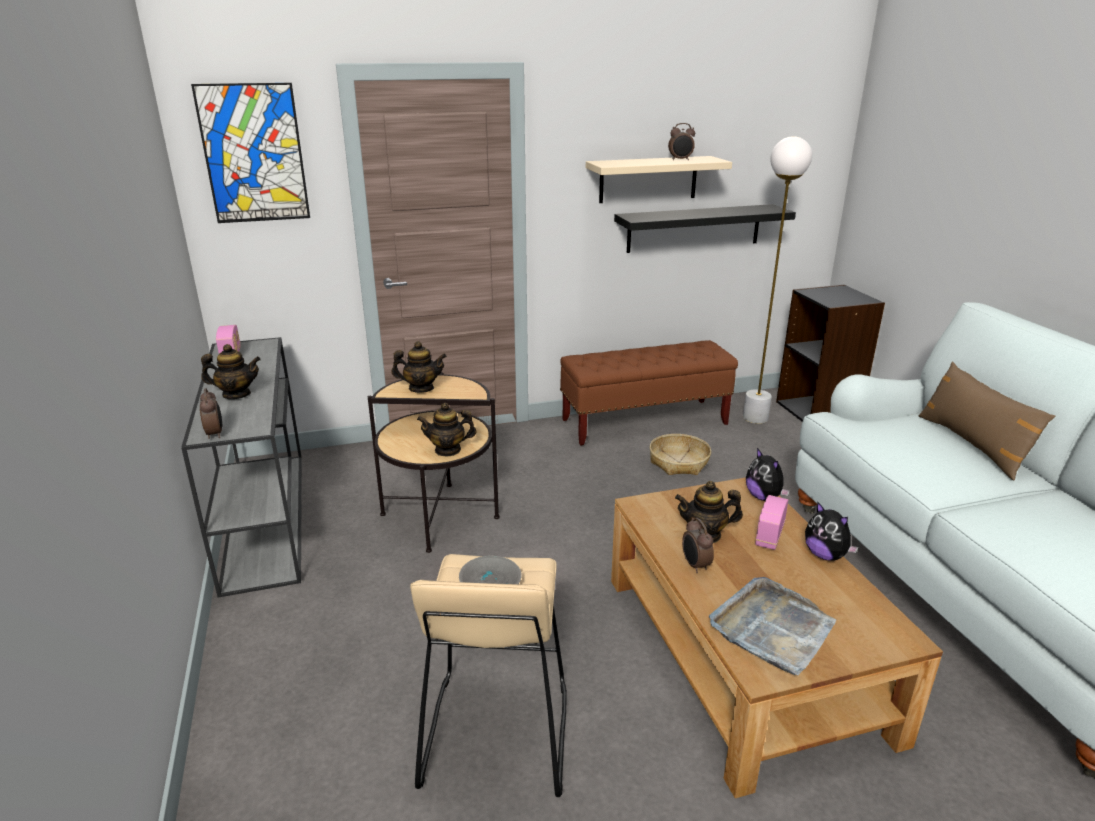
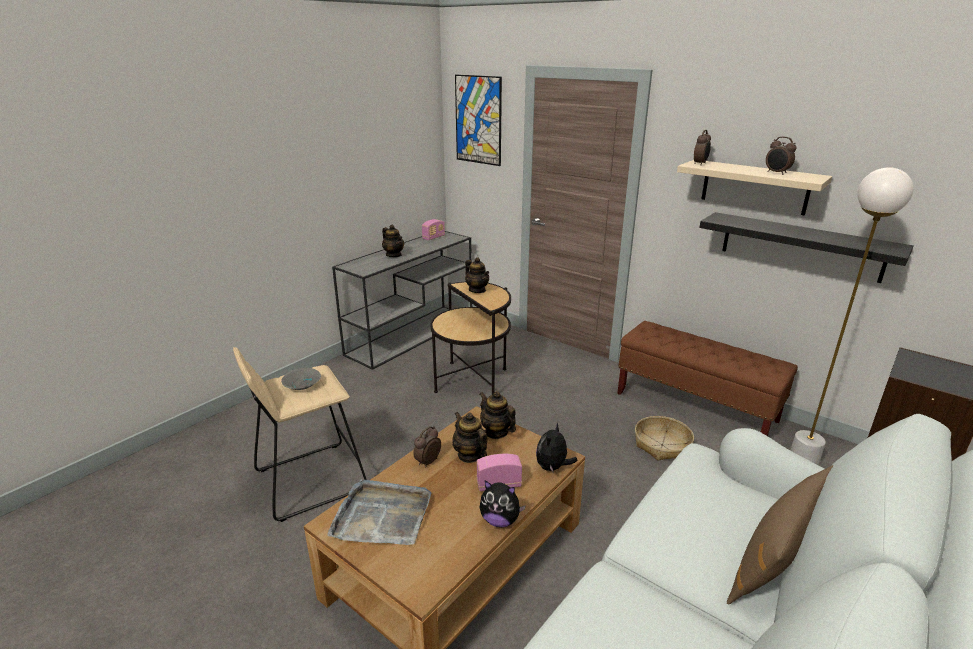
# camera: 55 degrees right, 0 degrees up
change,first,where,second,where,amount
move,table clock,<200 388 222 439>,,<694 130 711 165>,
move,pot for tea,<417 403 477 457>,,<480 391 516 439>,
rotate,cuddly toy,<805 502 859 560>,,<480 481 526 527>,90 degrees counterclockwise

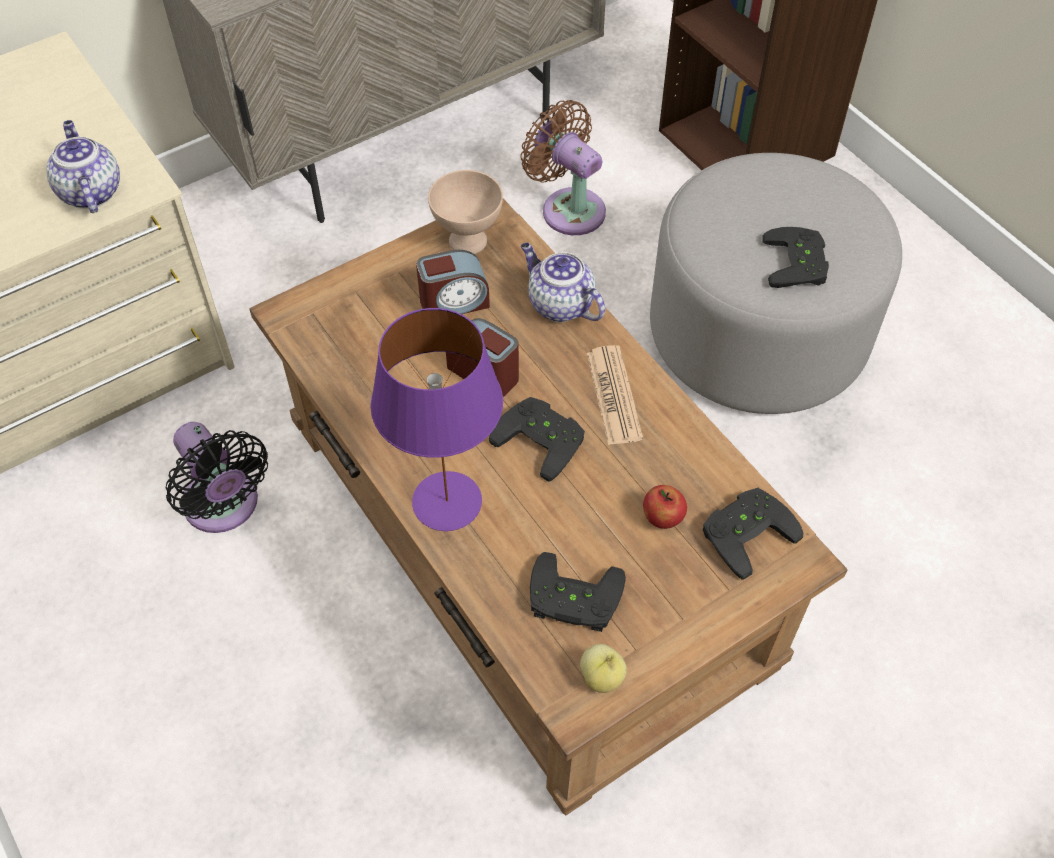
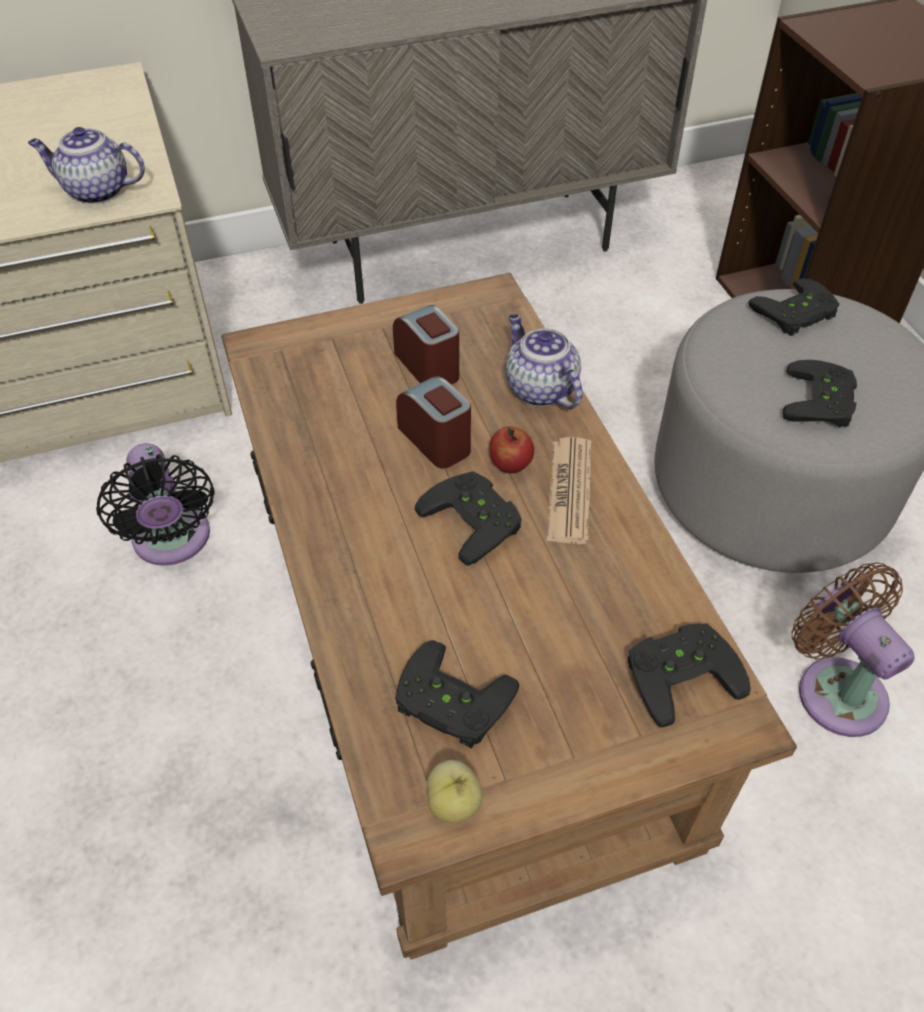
# camera: 15 degrees right, 5 degrees down
change,first,where,second,where,amount
rotate,pot for tea,<46 120 120 213>,,<28 127 145 204>,75 degrees counterclockwise
delete,purple-coloured tabletop lamp,<371 308 503 531>,,,
rotate,table clock,<416 250 490 314>,,<393 305 459 385>,120 degrees counterclockwise
delete,beige serving bowl,<428 170 503 254>,,,
move,brown electric fan,<520 100 606 235>,,<791 562 915 737>,
move,apple fruit,<643 485 687 529>,,<489 426 534 474>,
insert,,,black-coloured joypad,<748 278 840 336>,

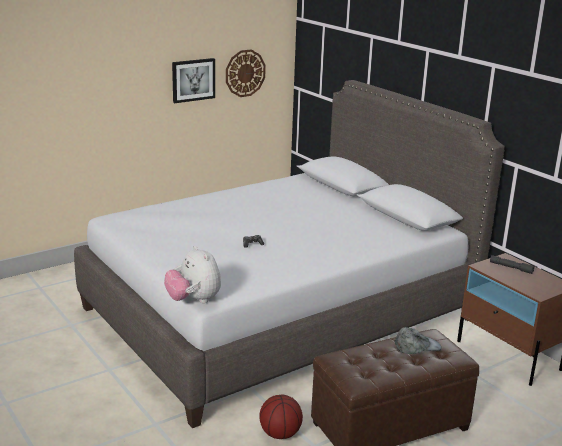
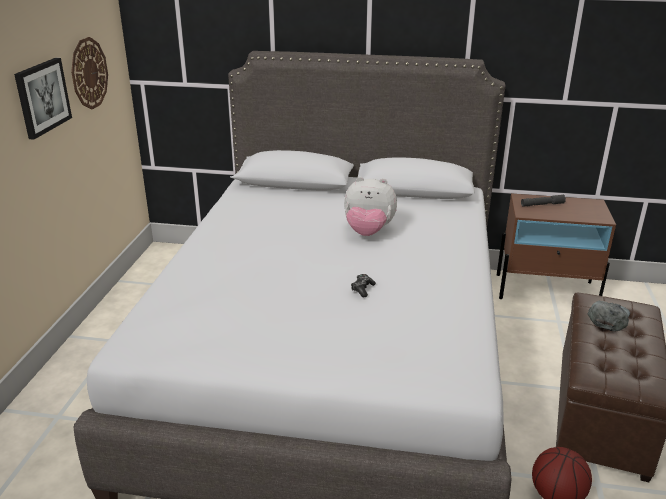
# camera: 45 degrees left, 5 degrees up
change,first,where,second,where,amount
move,cuddly toy,<164 246 221 303>,,<344 176 397 236>,

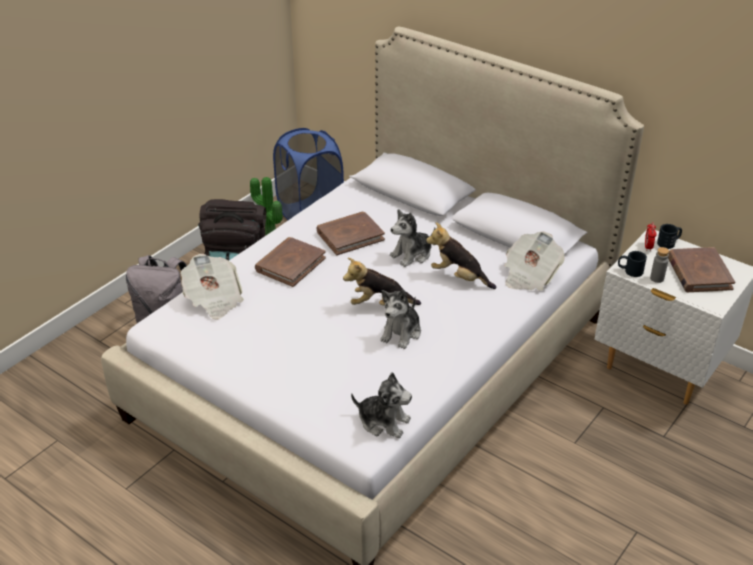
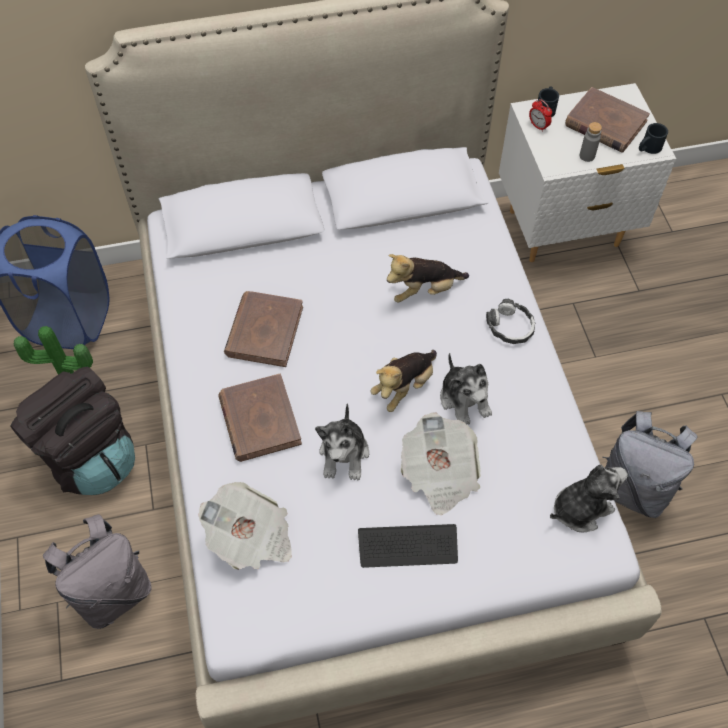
# camera: 50 degrees left, 20 degrees up
change,first,where,second,where,amount
move,cuddly toy,<390 209 435 267>,,<315 403 369 480>,
move,printed paper,<504 232 565 291>,,<400 412 481 515>,
move,black-coloured coffee mug,<618 251 647 277>,,<639 123 668 154>,
insert,,,PC keyboard,<358 524 458 568>,
insert,,,headphones,<486 299 535 344>,
insert,,,grey rucksack,<602 411 698 518>,

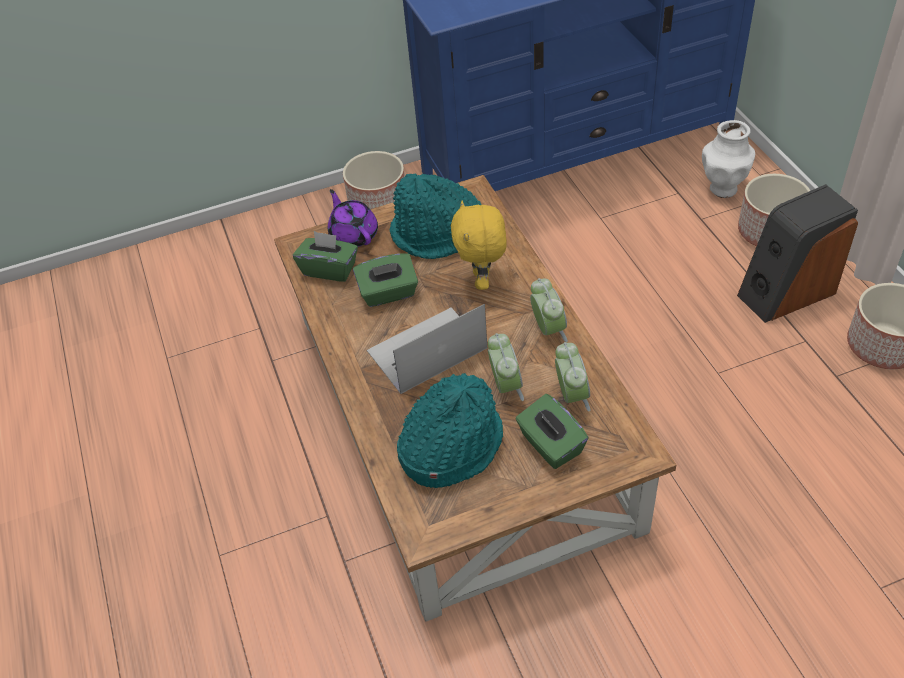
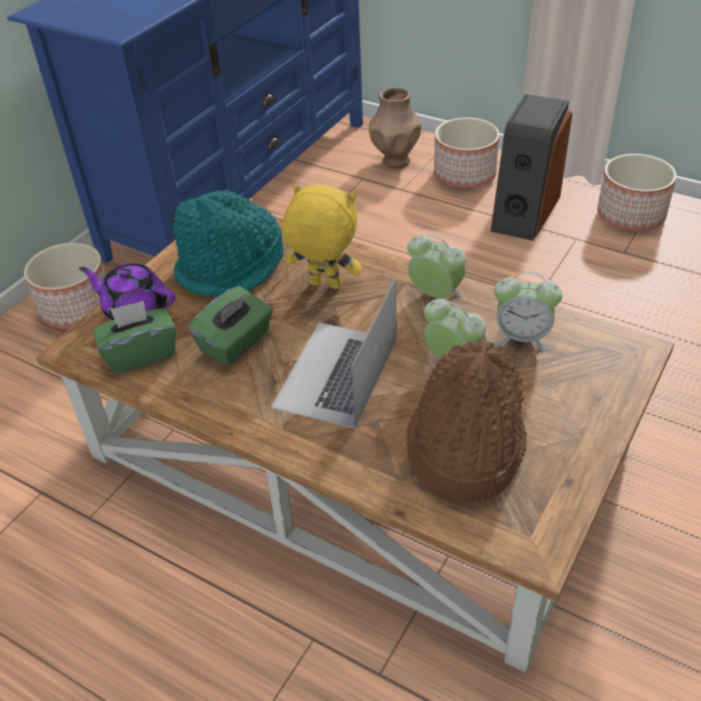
# camera: 40 degrees left, 5 degrees down
change,first,where,second,where,amount
recolor,blue-green clothing hat,<397 373 503 488>,brown clothing hat,<406 338 527 501>,
rotate,yellowish cuddly toy,<451 201 507 290>,,<282 184 362 289>,150 degrees clockwise
delete,greenish tissue holder,<515 394 588 469>,,,
rotate,table clock,<555 342 590 412>,,<494 271 563 351>,150 degrees clockwise
recolor,whitish flower vase,<702 120 755 198>,brown flower vase,<369 87 421 168>,

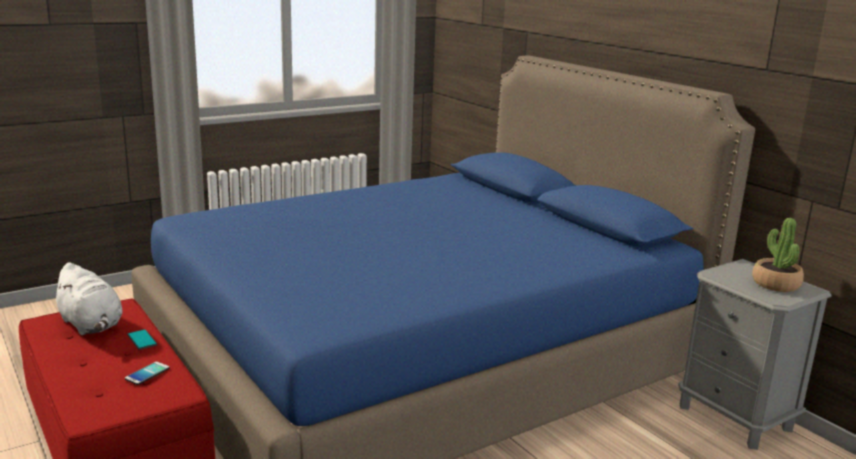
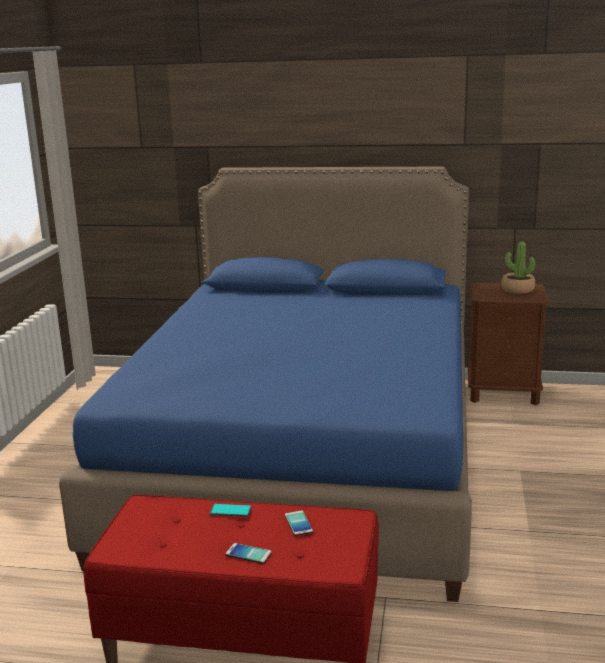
# camera: 45 degrees left, 0 degrees up
change,first,where,second,where,amount
delete,whitish cuddly toy,<51 262 122 335>,,,
recolor,grey night table,<678 259 832 450>,brown night table,<468 283 549 405>,
insert,,,telephone,<225 543 272 564>,

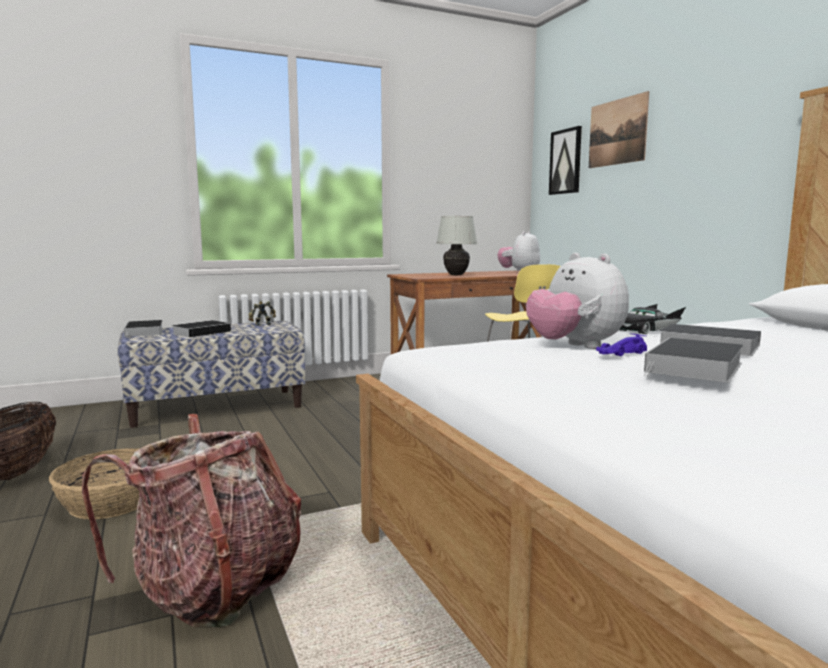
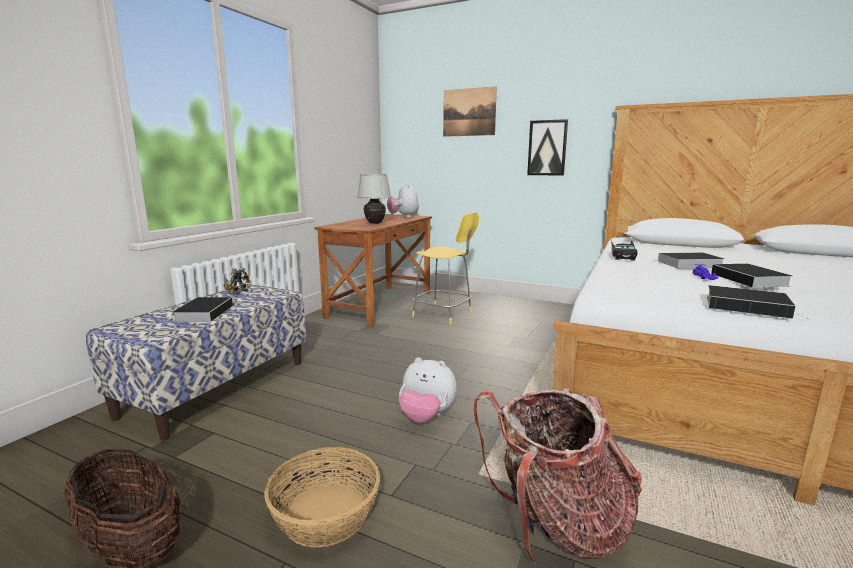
# camera: 40 degrees left, 5 degrees up
change,first,where,second,where,amount
move,volume,<124 320 163 338>,,<707 285 810 320>,
move,cuddly toy,<526 253 629 349>,,<399 357 457 423>,
move,picture,<549 126 582 195>,,<527 119 568 176>,

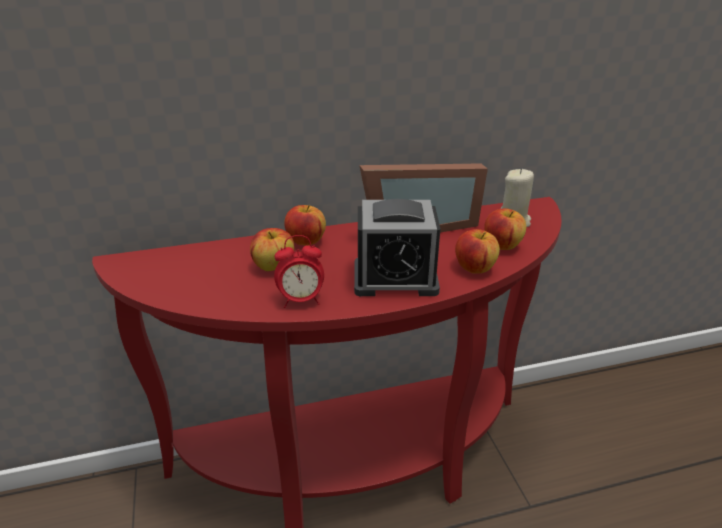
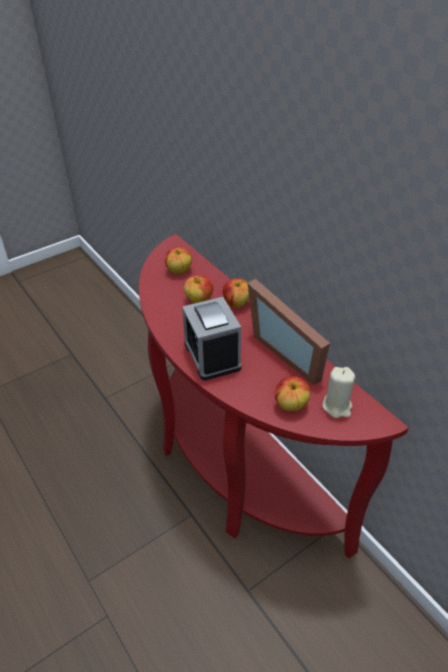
# camera: 70 degrees right, 10 degrees up
change,first,where,second,where,amount
delete,table clock,<274 235 324 308>,,,
move,apple fruit,<455 229 500 274>,,<165 247 192 274>,

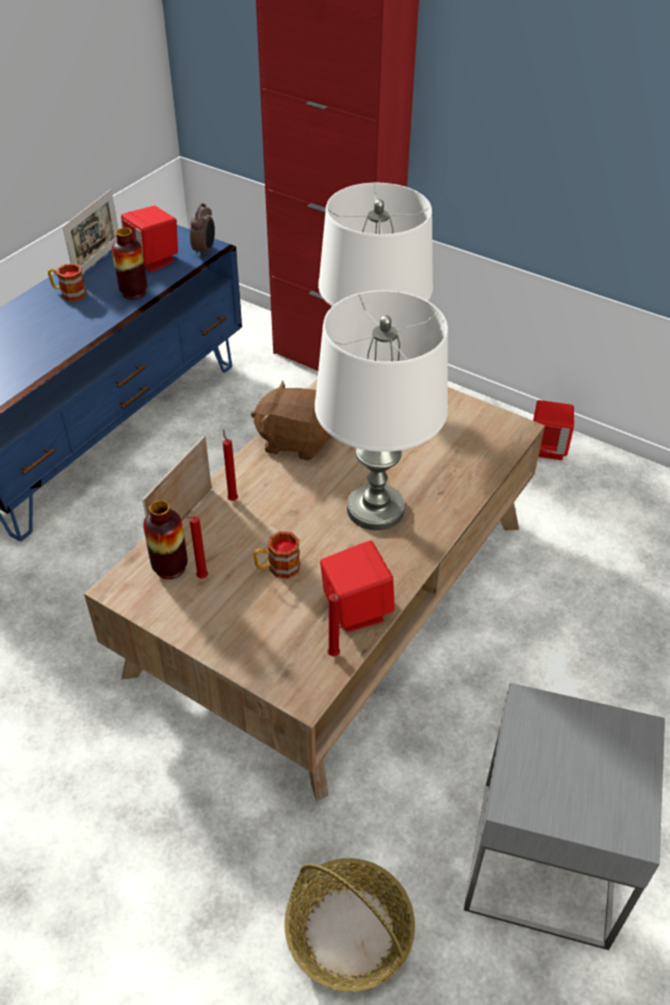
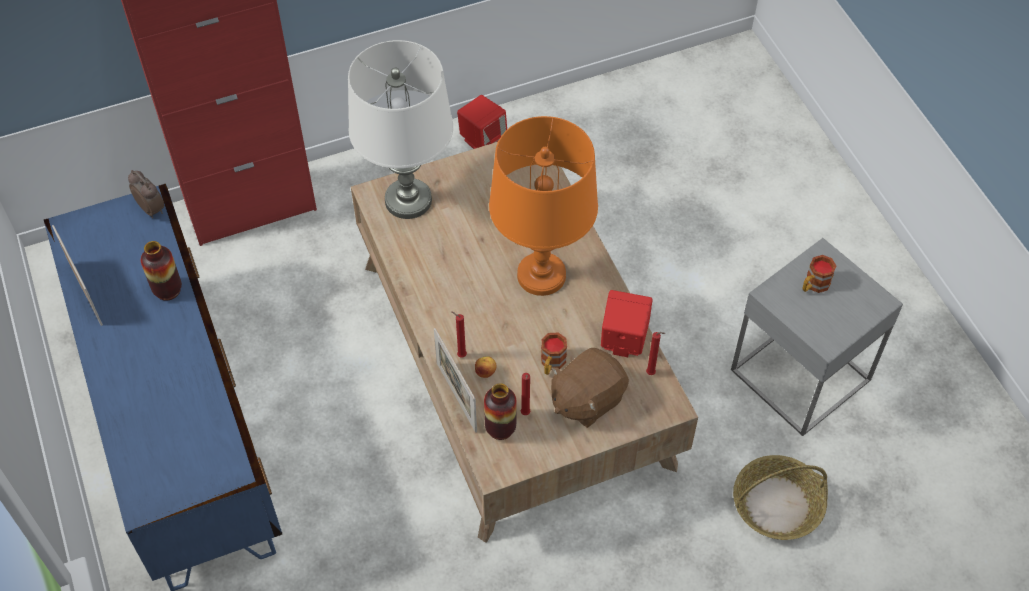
# camera: 55 degrees left, 10 degrees up
change,first,where,second,where,amount
move,coffee mug,<48 263 86 301>,,<802 255 836 293>,
delete,red audio speaker,<121 206 178 272>,,,
move,brown cuddly toy,<251 380 331 461>,,<551 348 629 428>,
recolor,whitish tabletop lamp,<315 290 448 530>,orange tabletop lamp,<489 116 598 296>,
insert,,,apple fruit,<475 356 496 378>,

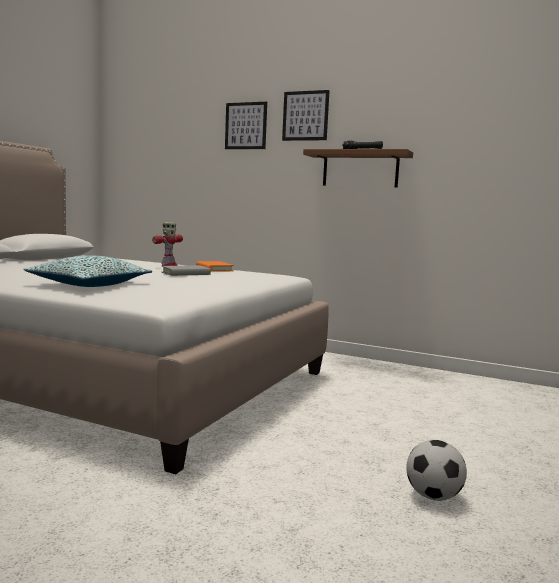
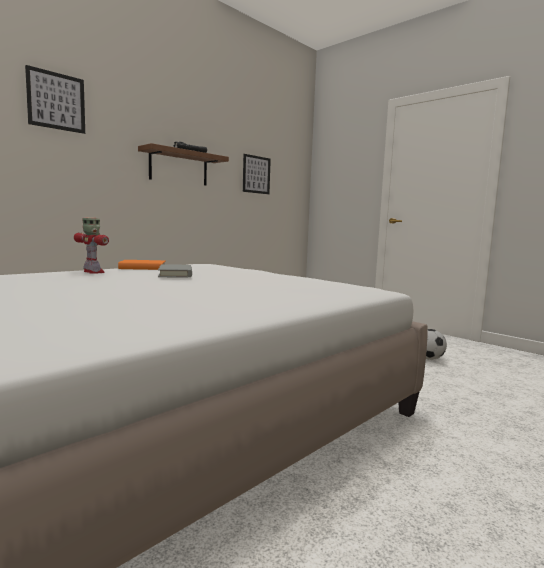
# camera: 70 degrees left, 0 degrees up
change,first,where,second,where,amount
delete,throw pillow,<24 256 152 287>,,,
move,picture,<282 90 330 141>,,<243 154 271 194>,

